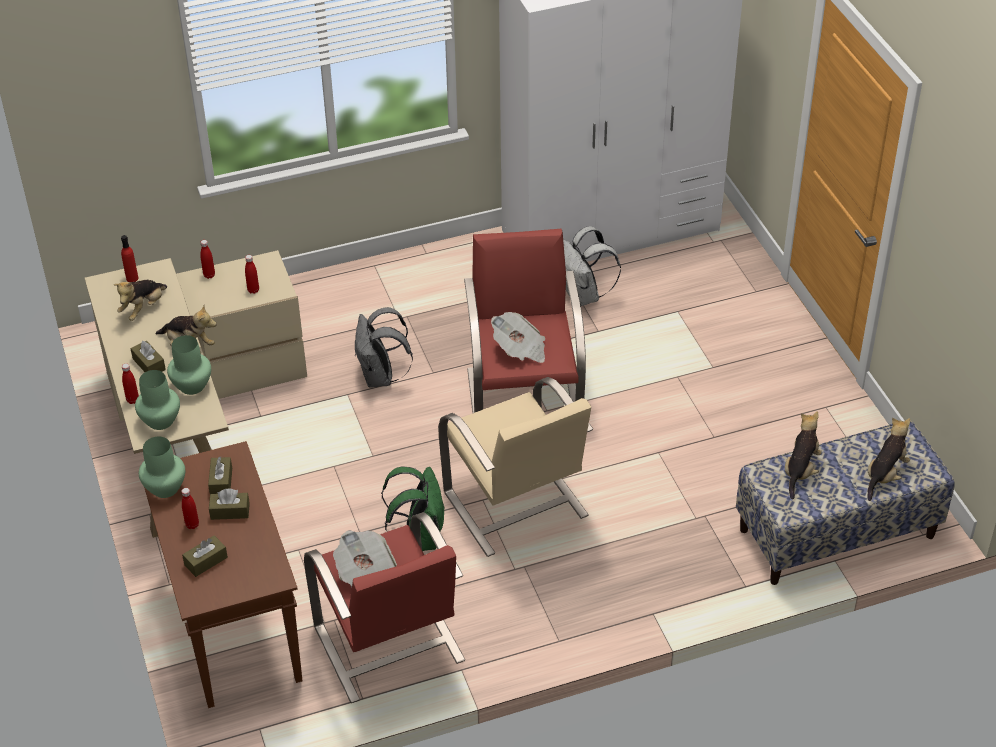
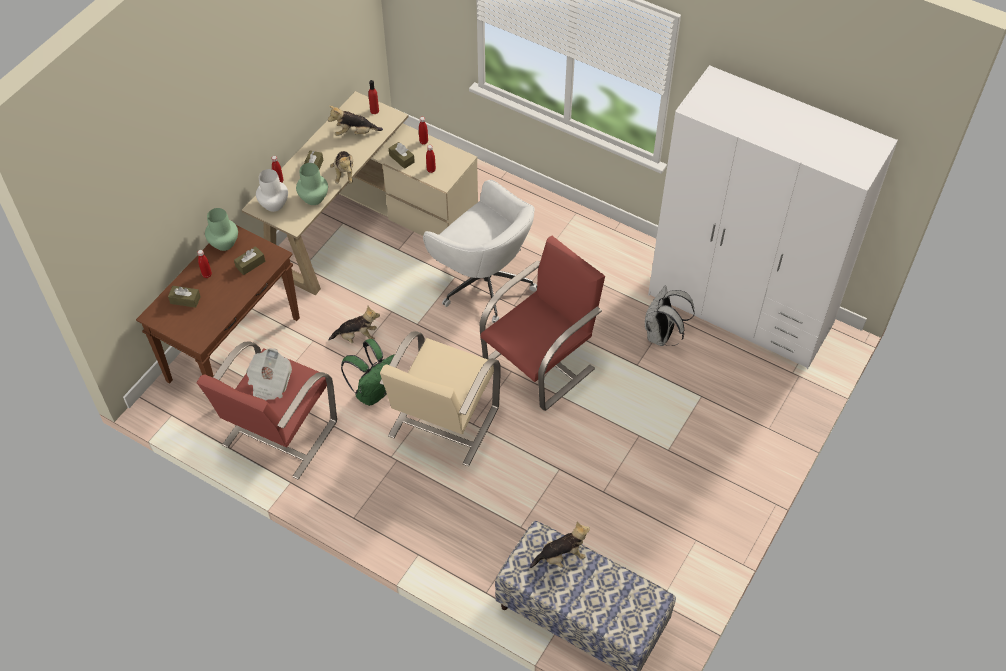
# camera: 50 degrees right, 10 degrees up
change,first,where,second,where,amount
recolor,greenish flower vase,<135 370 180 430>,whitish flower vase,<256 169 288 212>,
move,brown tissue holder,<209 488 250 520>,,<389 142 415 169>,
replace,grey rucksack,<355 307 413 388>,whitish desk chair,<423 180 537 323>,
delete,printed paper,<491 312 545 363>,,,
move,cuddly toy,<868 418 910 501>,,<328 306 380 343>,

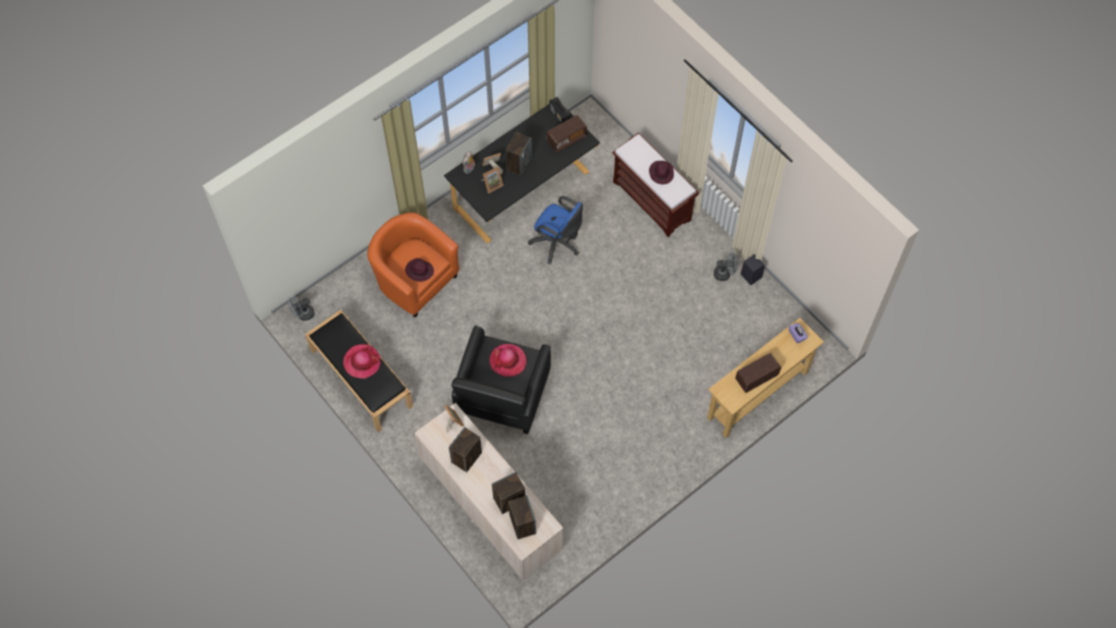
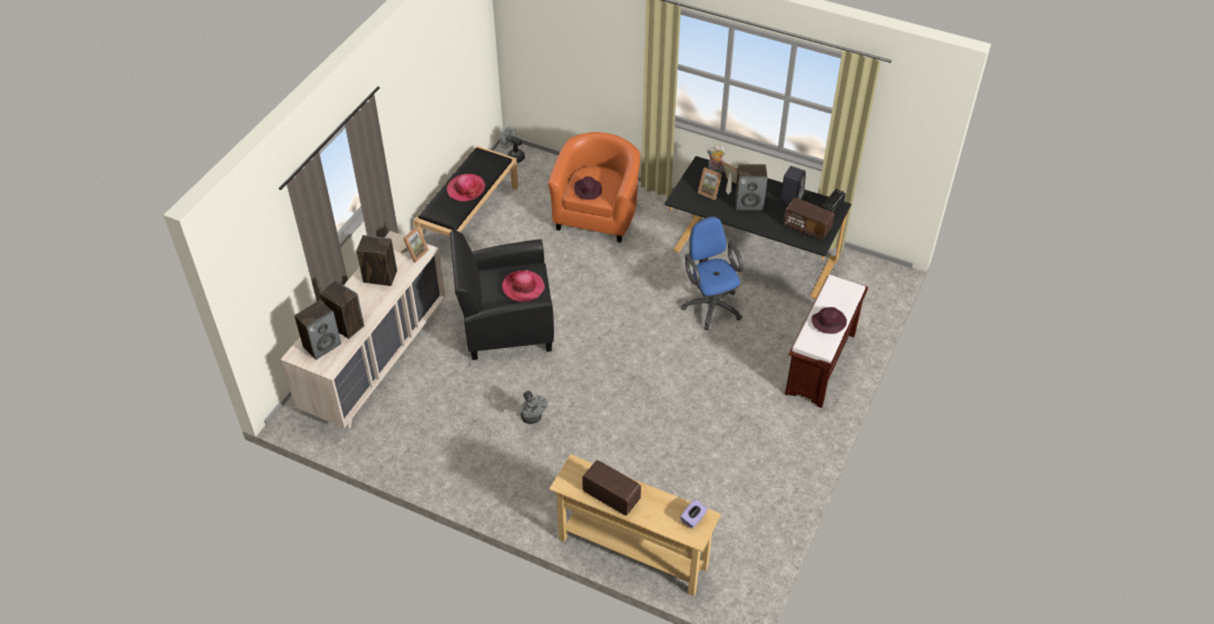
# camera: 65 degrees right, 15 degrees down
change,first,where,second,where,amount
rotate,blue-coloured desk chair,<528 196 583 264>,,<681 216 743 330>,150 degrees clockwise
move,grey electric fan,<714 252 738 281>,,<521 391 548 424>,
move,black-coloured audio speaker,<741 254 764 285>,,<780 166 806 203>,

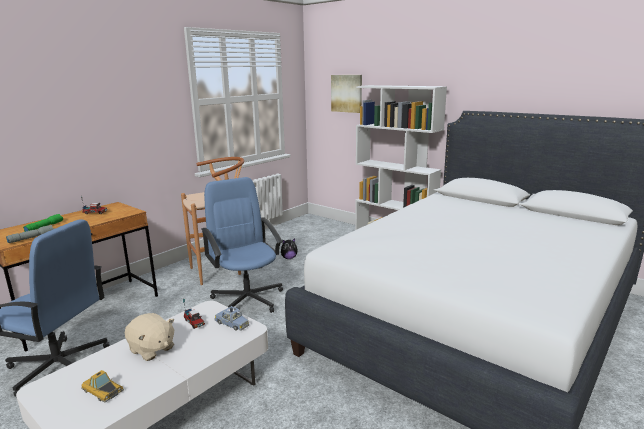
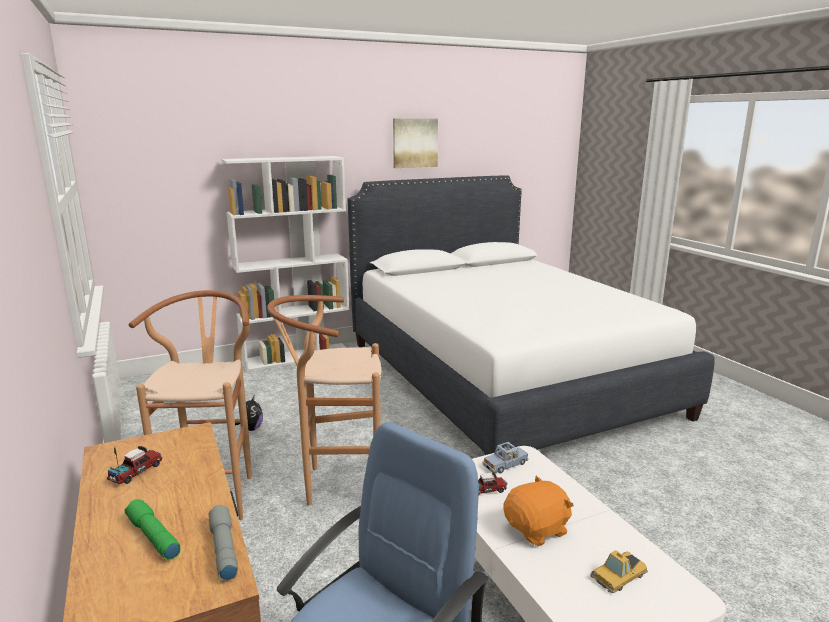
# camera: 65 degrees left, 0 degrees up
change,first,where,second,where,amount
recolor,beige cuddly toy,<125 313 174 361>,orange cuddly toy,<504 475 574 546>,
replace,blue-coloured desk chair,<201 177 283 313>,brown stool seat,<267 295 382 505>,
move,picture,<331 75 362 113>,,<393 118 438 168>,

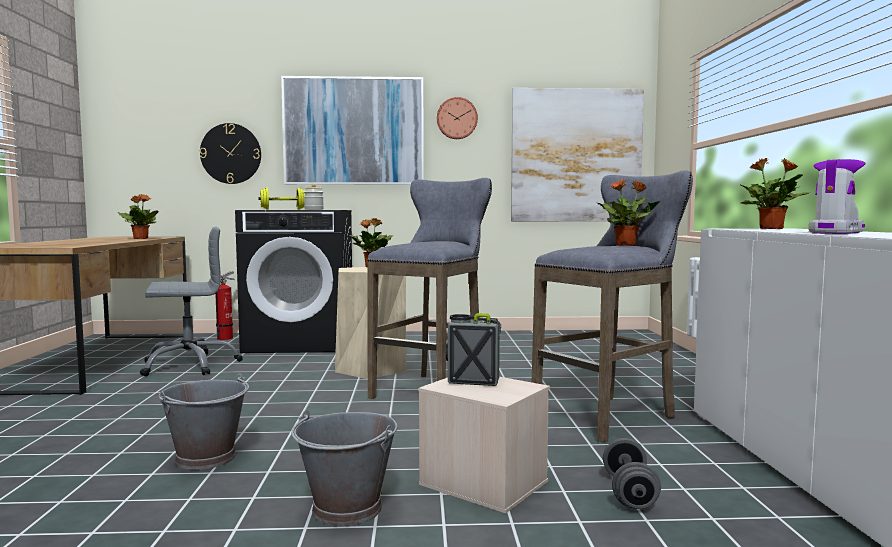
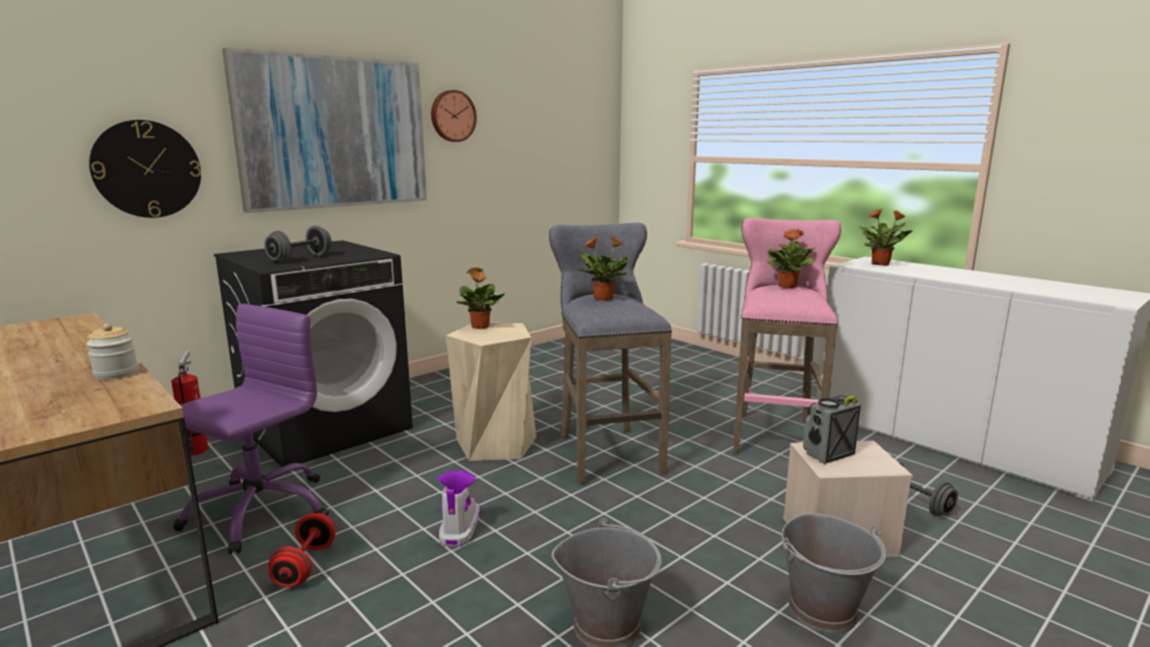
# camera: 40 degrees left, 10 degrees up
change,first,where,second,where,amount
move,plant in a pot,<117 194 158 239>,,<577 236 630 301>,
recolor,grey desk chair,<140 227 243 376>,purple-coloured desk chair,<173 304 329 554>,
recolor,yellowish free weight,<259 188 305 210>,grey free weight,<264 226 331 263>,
move,preserve jar,<304 183 324 210>,,<87 323 138 380>,
delete,picture,<511 88 644 222>,,,
recolor,grey stool seat,<532 170 693 443>,pink-coloured stool seat,<733 218 841 455>,
move,boot,<809 159 866 234>,,<438 470 481 547>,
insert,,,red free weight,<269 513 335 588>,

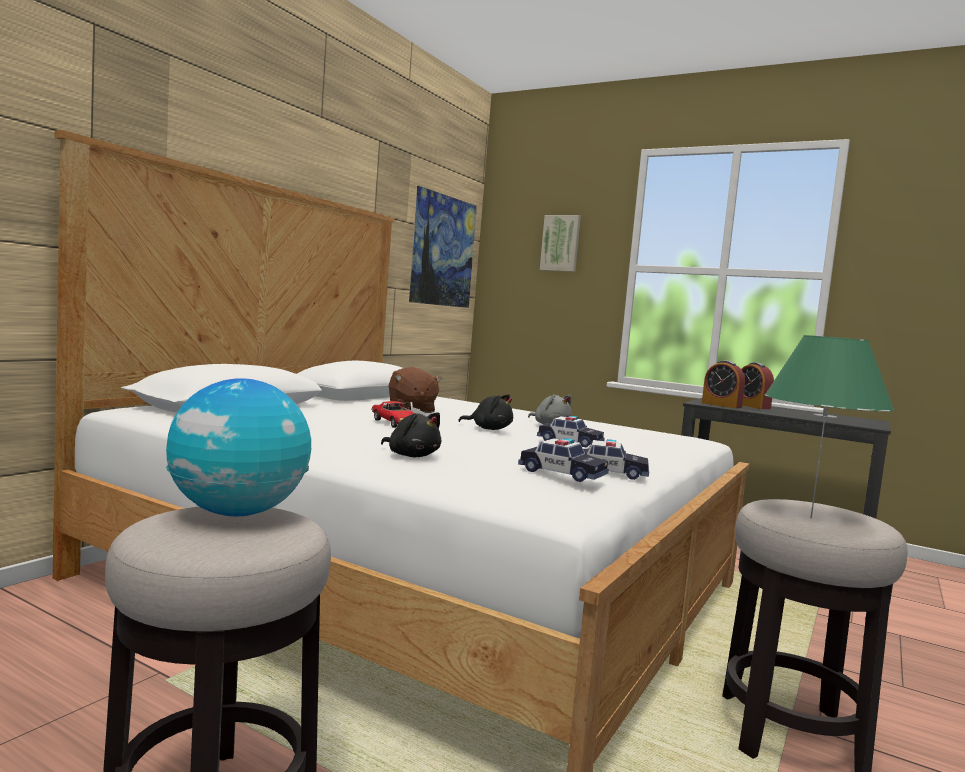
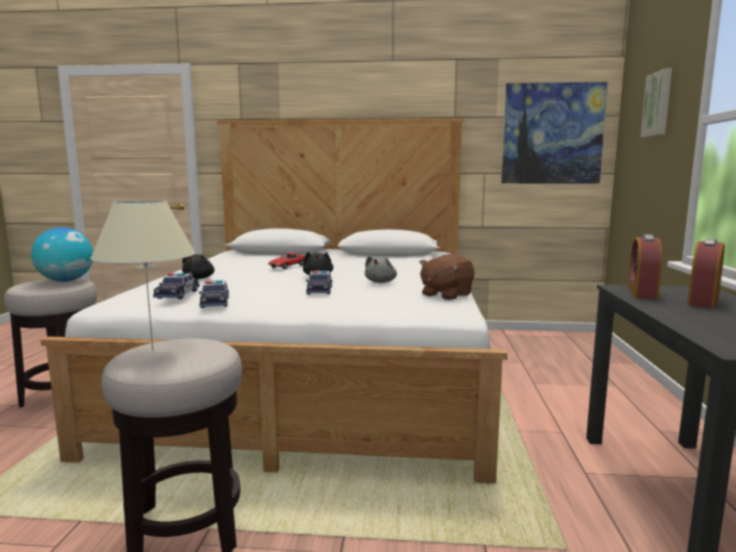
# camera: 65 degrees right, 5 degrees up
change,first,where,second,where,amount
move,brown cuddly toy,<389 367 442 413>,,<419 254 475 300>,
recolor,greenish tabletop lamp,<765 335 894 518>,beige tabletop lamp,<90 200 195 350>,

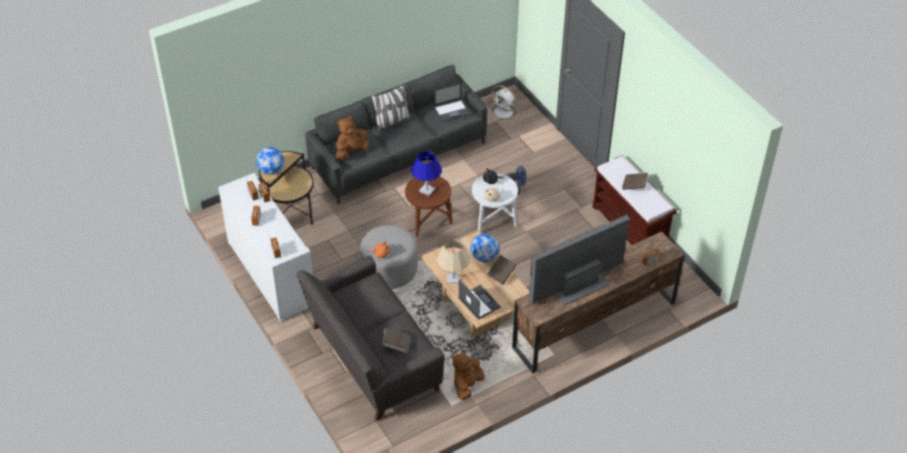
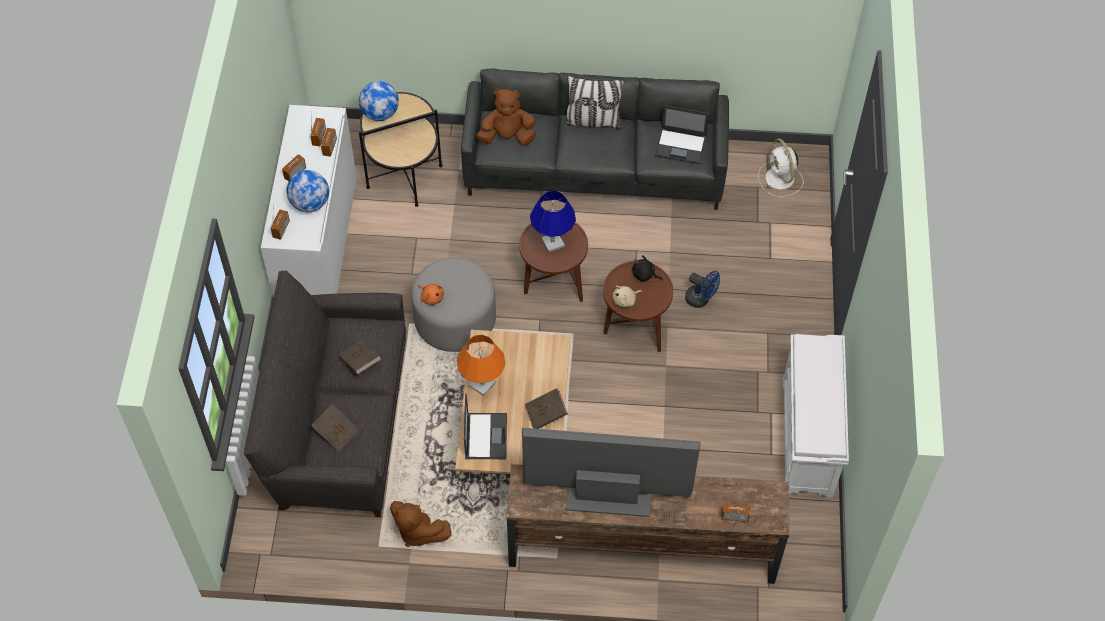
# camera: 35 degrees right, 10 degrees up
change,first,where,second,where,amount
recolor,beige tabletop lamp,<437 239 470 284>,orange tabletop lamp,<457 335 505 396>,
rotate,brown cuddly toy,<453 350 484 400>,,<390 501 451 547>,120 degrees counterclockwise
move,desk globe,<470 234 499 263>,,<286 170 329 212>,
recolor,whitish accent table,<472 173 518 233>,brown accent table,<603 261 673 352>,
recolor,brown indoor bench,<592 155 677 245>,whitish indoor bench,<783 334 849 498>,
move,brown volume,<622 173 649 190>,,<339 340 381 375>,

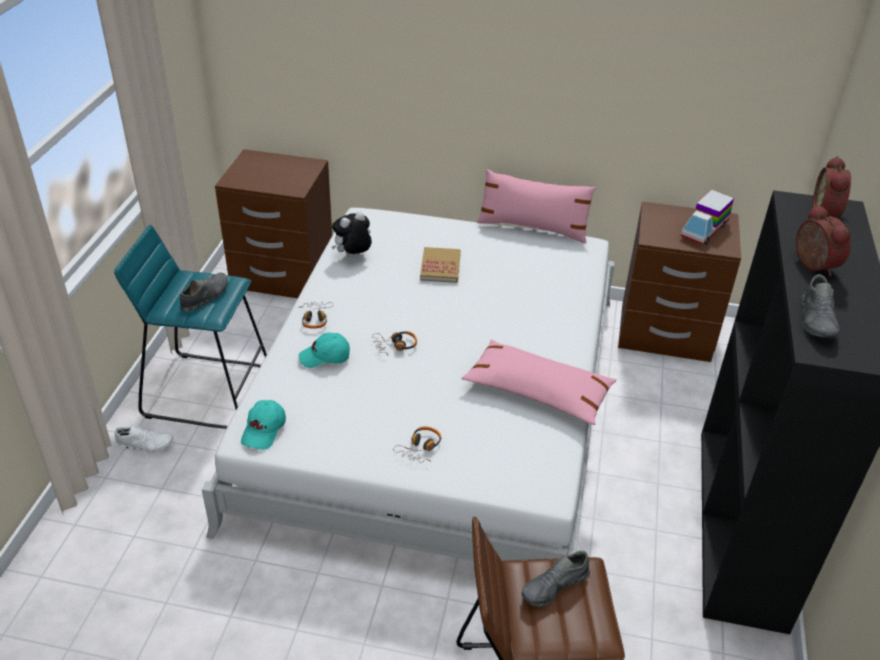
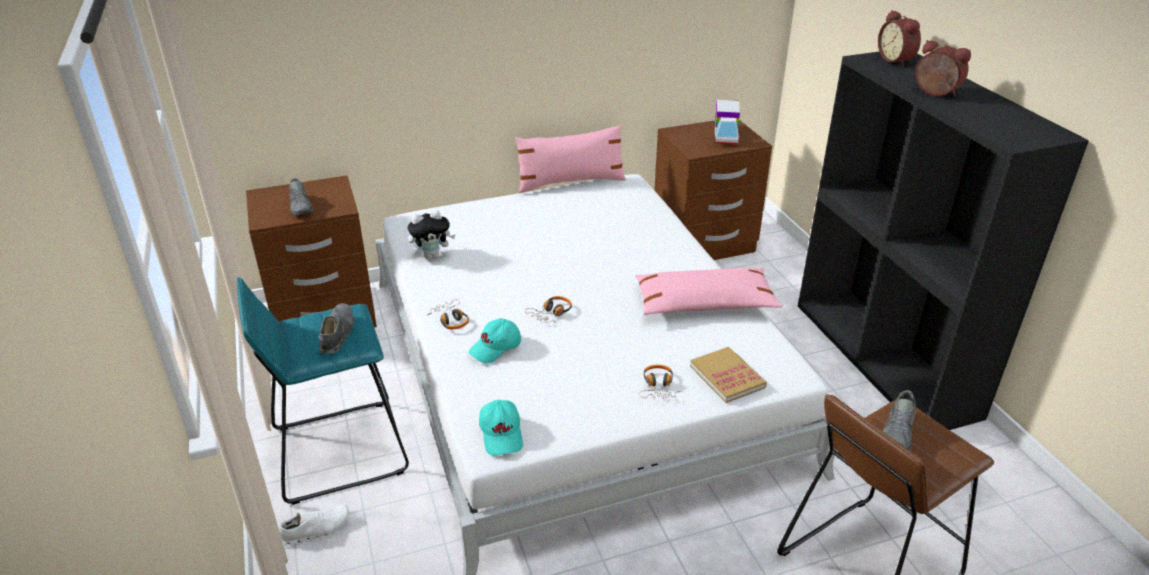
# camera: 30 degrees left, 5 degrees down
change,first,where,second,where,amount
rotate,cuddly toy,<332 212 372 257>,,<408 210 456 260>,135 degrees counterclockwise
move,volume,<420 247 461 283>,,<690 347 767 403>,
move,grey item of footwear,<801 274 840 338>,,<289 178 314 215>,

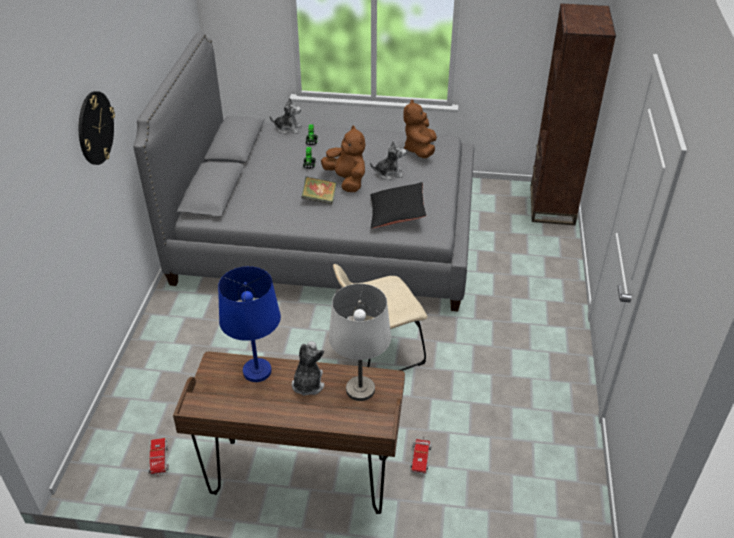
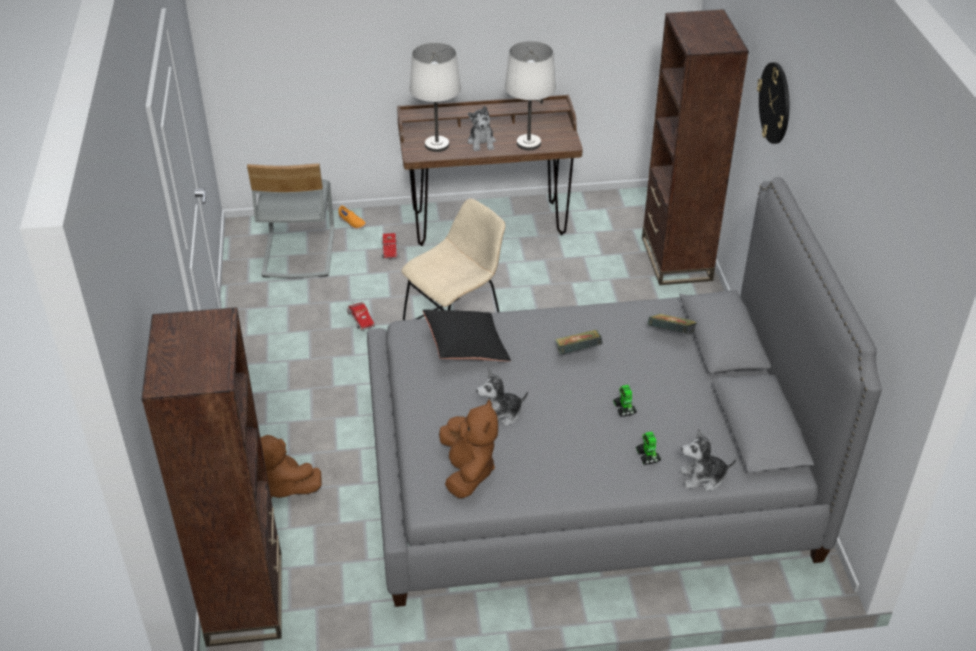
# camera: 165 degrees right, 0 degrees up
change,first,where,second,where,amount
move,toy lorry,<148 438 169 477>,,<347 302 375 331>,
recolor,blue-coloured tabletop lamp,<218 266 281 382>,whitish tabletop lamp,<505 41 556 150>,
move,brown cuddly toy,<321 126 365 192>,,<260 435 321 499>,
insert,,,grey upright chair,<247 163 334 278>,
insert,,,orange item of footwear,<338 206 366 230>,
insert,,,brown bookcase,<642 9 749 285>,
insert,,,volume,<648 313 697 334>,

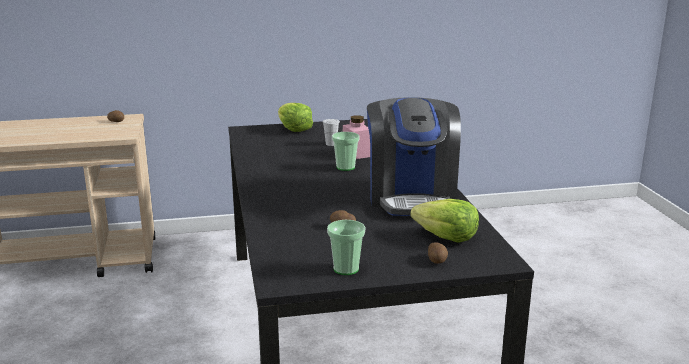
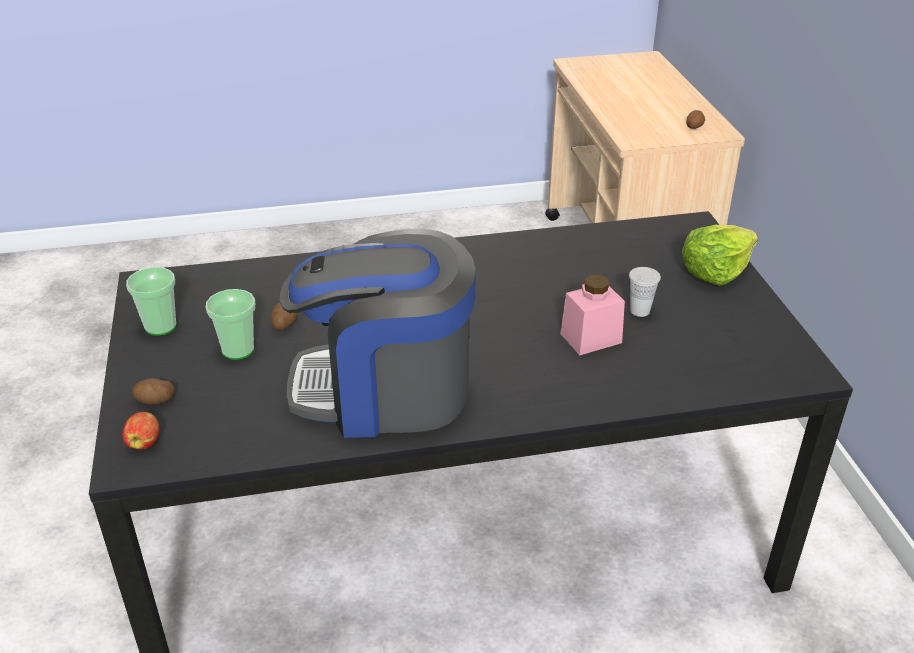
# camera: 90 degrees right, 15 degrees up
change,first,where,second,where,amount
move,small cup,<332 132 360 171>,,<206 289 255 360>,
delete,lettuce,<410 199 479 243>,,,
insert,,,apple fruit,<122 412 160 450>,

